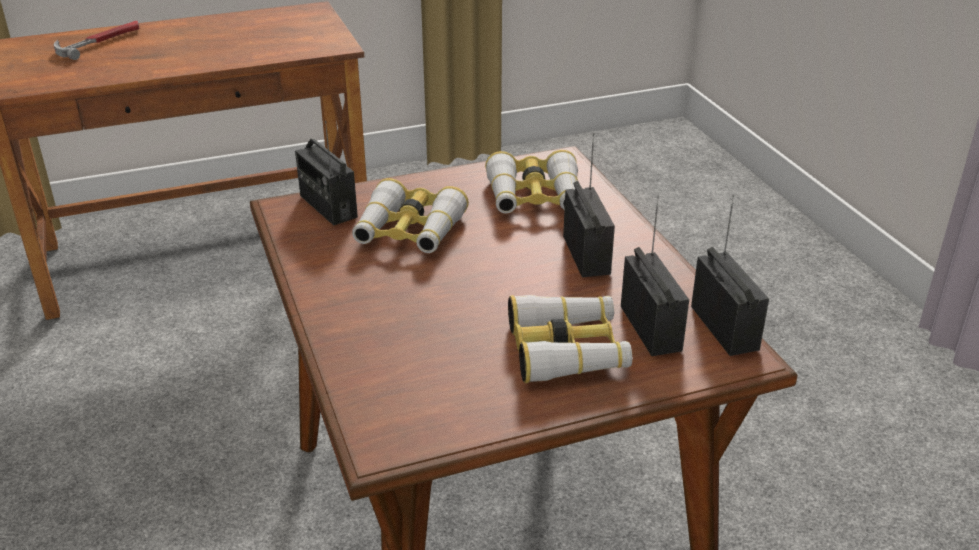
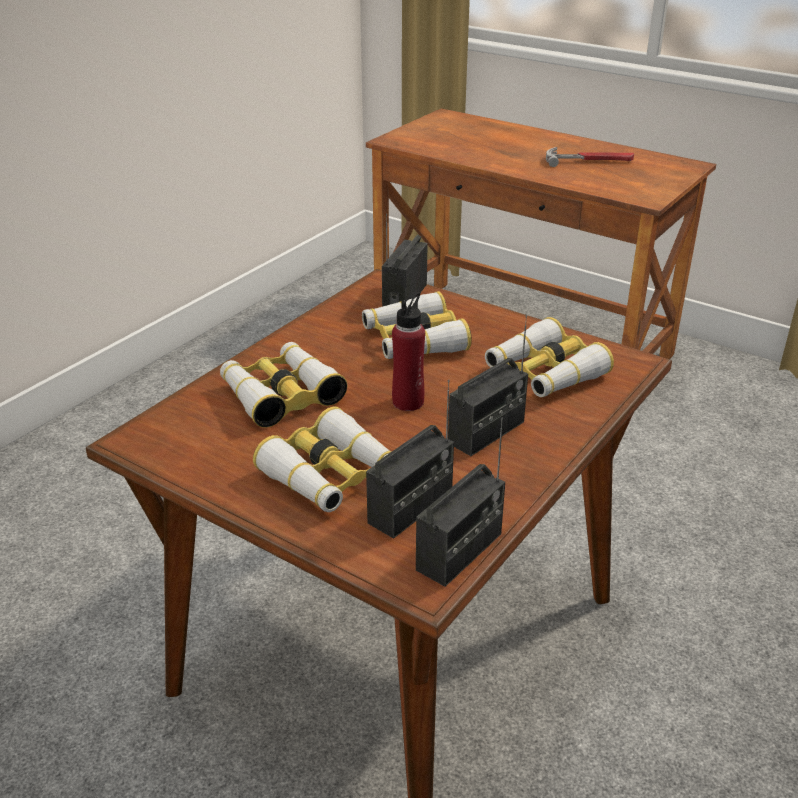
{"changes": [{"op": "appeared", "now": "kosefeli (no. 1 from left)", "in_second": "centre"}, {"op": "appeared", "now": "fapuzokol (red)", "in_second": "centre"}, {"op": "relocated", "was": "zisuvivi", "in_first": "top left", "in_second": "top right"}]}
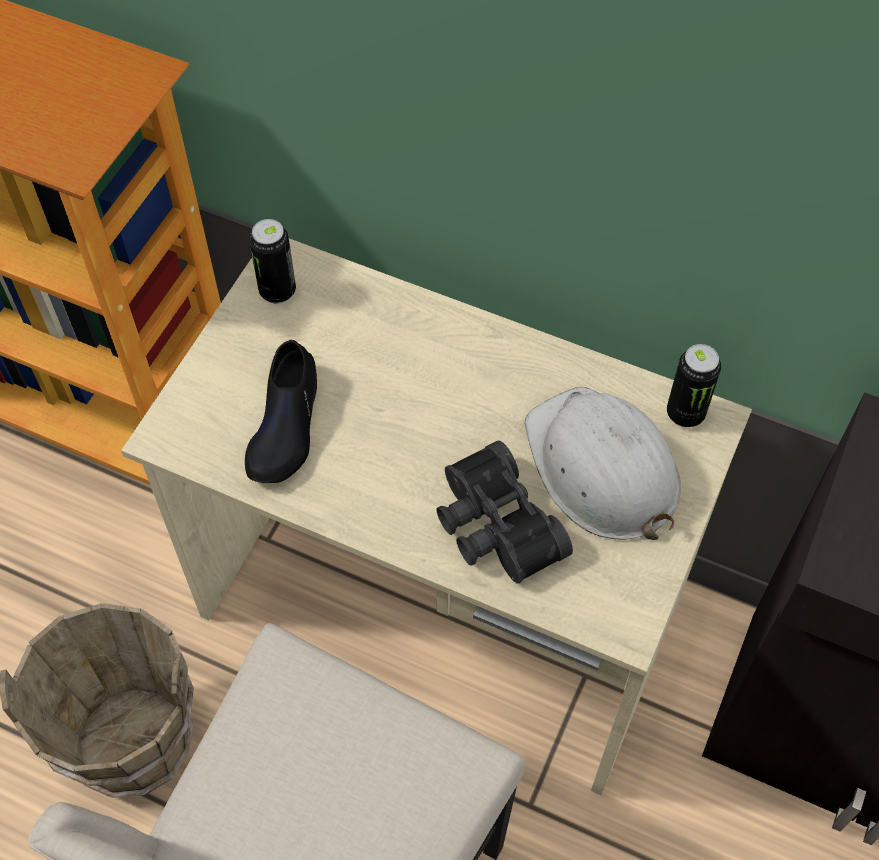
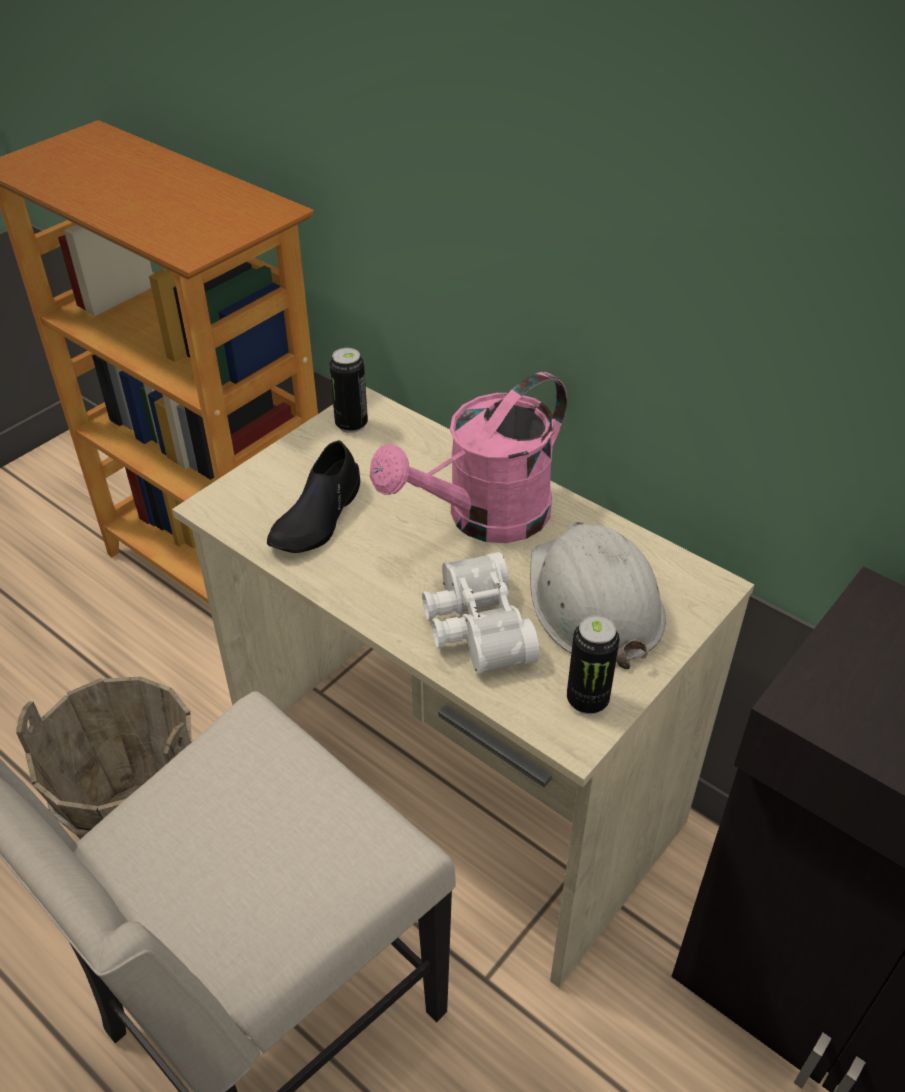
{"changes": [{"op": "appeared", "now": "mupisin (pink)", "in_second": "centre"}, {"op": "relocated", "was": "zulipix (no. 2 from left)", "in_first": "middle right", "in_second": "centre"}, {"op": "colour", "was": "kosefeli (black)", "now": "kosefeli (white)", "in_first": "centre", "in_second": "centre"}]}
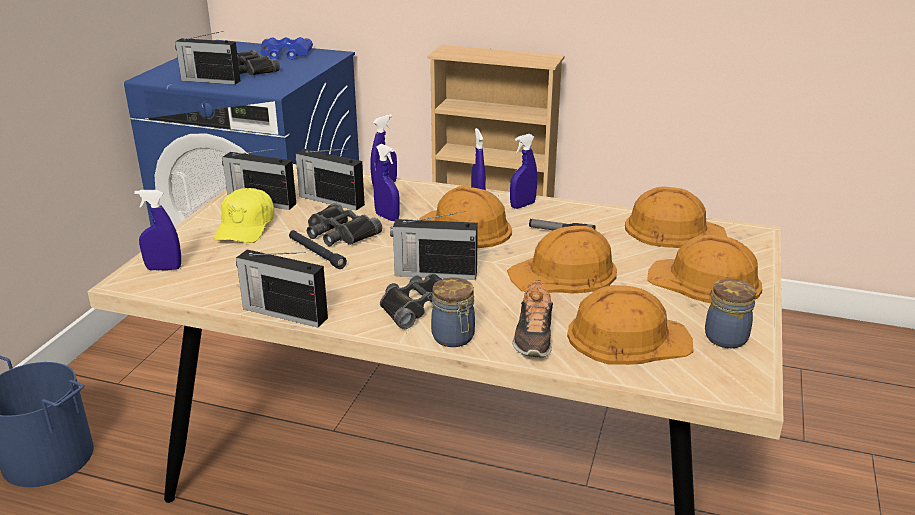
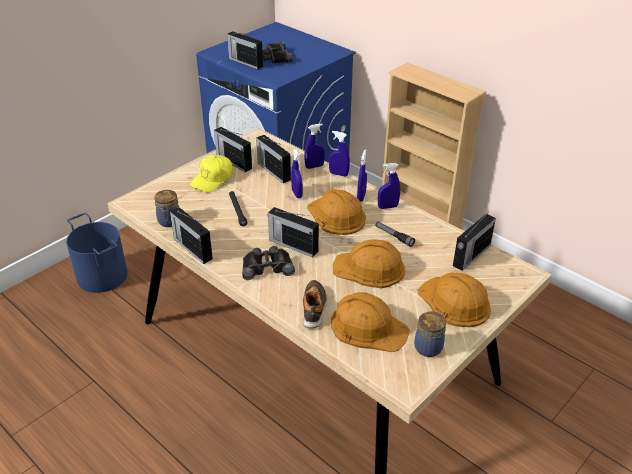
{"changes": [{"op": "missing", "was": "kosefeli (blue)", "in_first": "top left"}, {"op": "missing", "was": "kosefeli (black) (no. 2 from left)", "in_first": "centre"}, {"op": "relocated", "was": "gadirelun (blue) (no. 1 from left in the first image)", "now": "gadirelun (blue) (no. 3 from left)", "in_first": "middle left", "in_second": "top centre"}, {"op": "relocated", "was": "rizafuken (no. 1 from left)", "in_first": "centre", "in_second": "middle left"}, {"op": "exchanged", "was": "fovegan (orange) (no. 4 from left)", "now": "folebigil (no. 6 from left)", "in_first": "middle right", "in_second": "middle right"}, {"op": "spun", "was": "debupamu", "in_first": "centre", "in_second": "centre", "clockwise": 150}]}
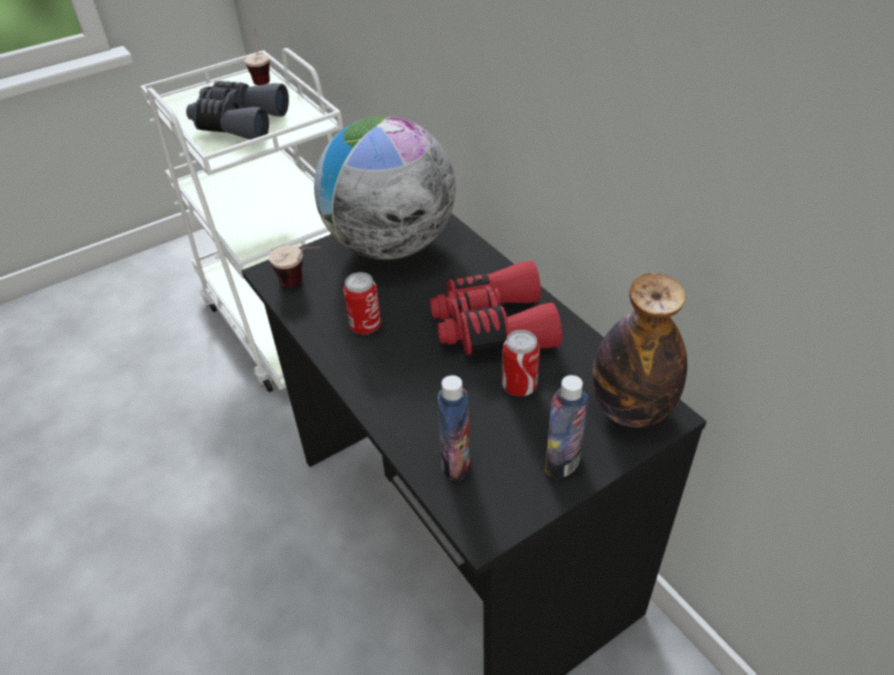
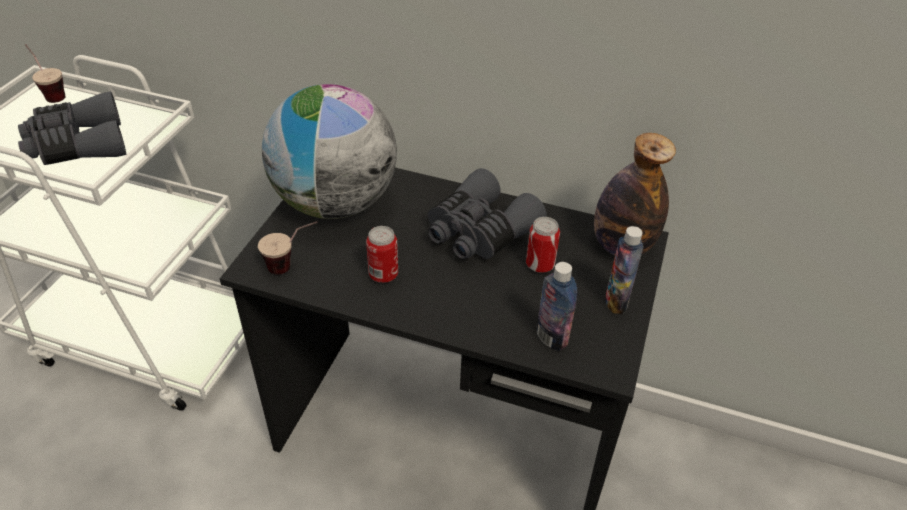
{"changes": [{"op": "colour", "was": "kosefeli (red)", "now": "kosefeli (grey) (no. 2 from left)", "in_first": "centre", "in_second": "centre"}]}
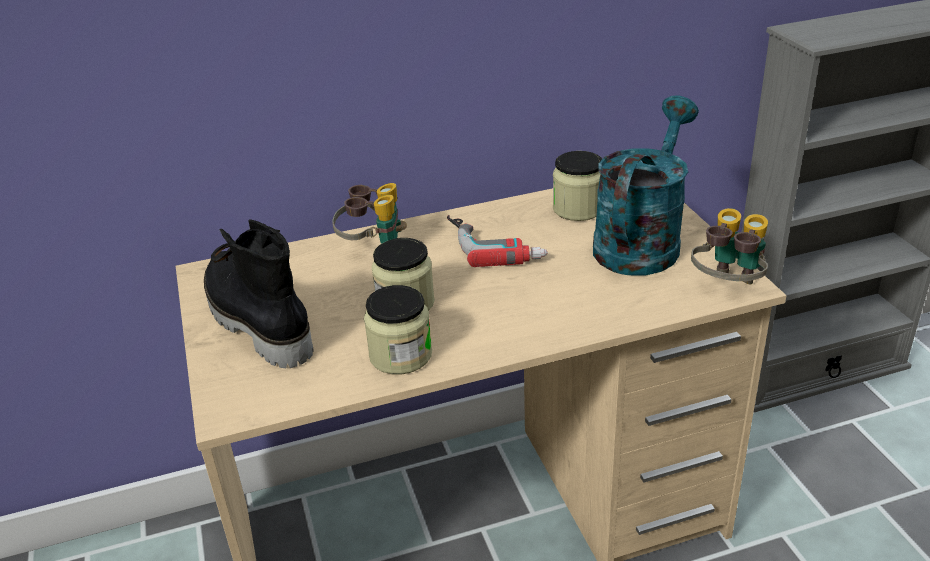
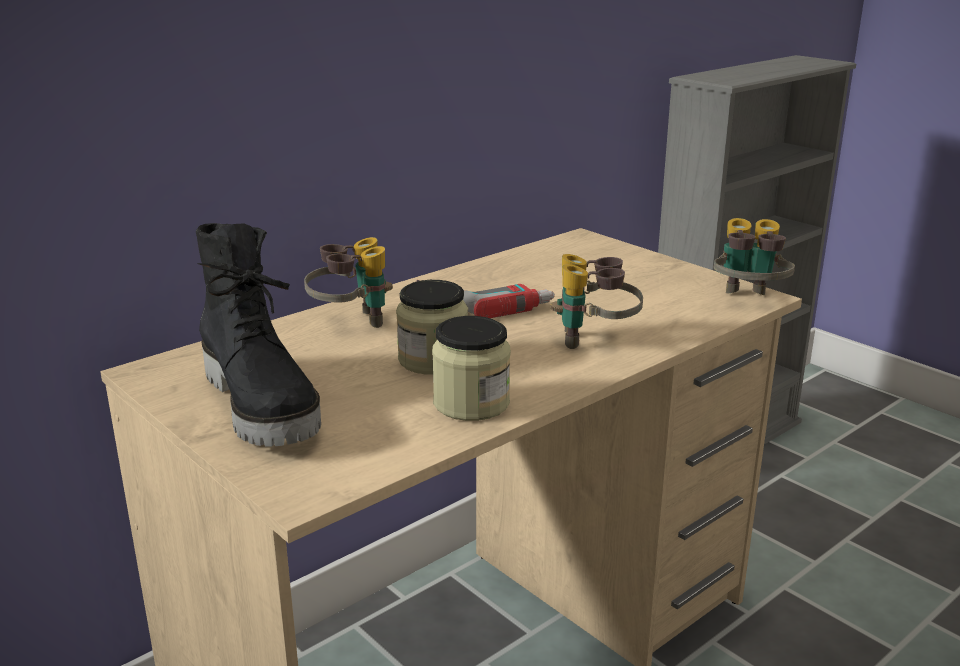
{"changes": [{"op": "missing", "was": "rizafuken (no. 3 from left)", "in_first": "top centre"}, {"op": "missing", "was": "mupisin (turquoise)", "in_first": "top right"}, {"op": "appeared", "now": "kosefeli (no. 2 from left)", "in_second": "centre"}, {"op": "spun", "was": "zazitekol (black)", "in_first": "middle left", "in_second": "middle left", "clockwise": -150}]}
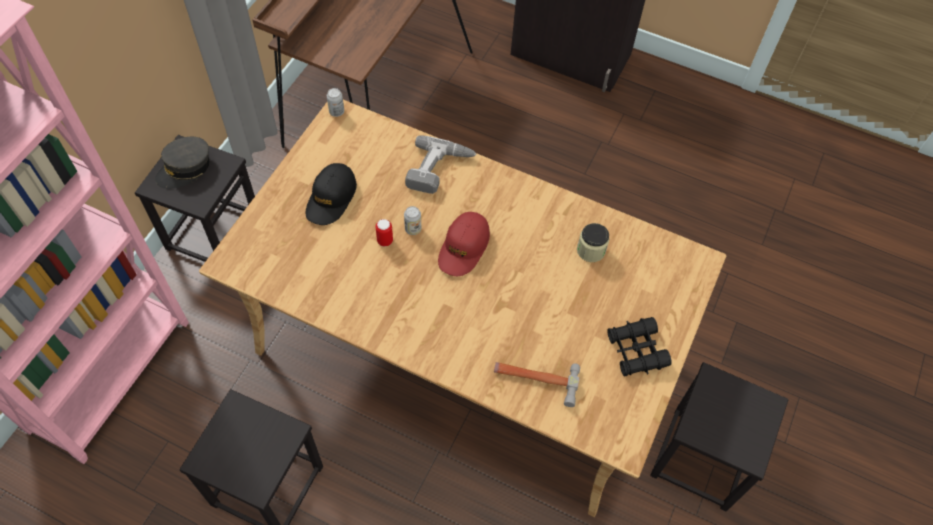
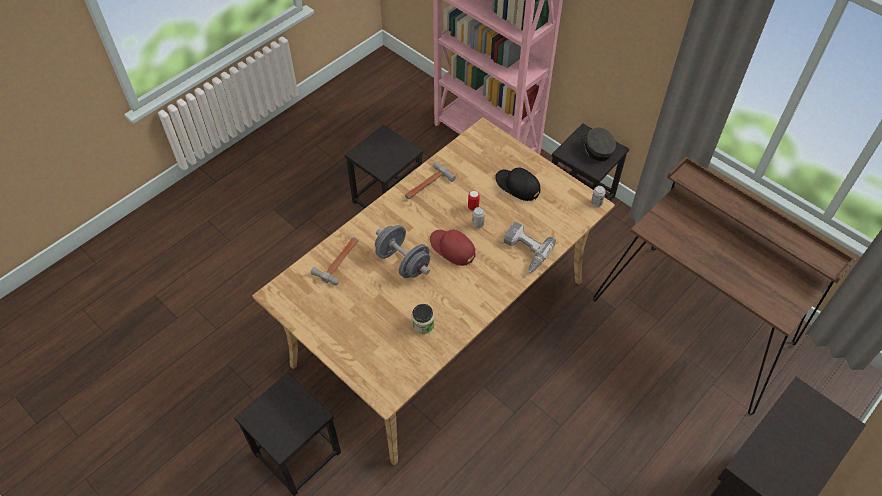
{"changes": [{"op": "missing", "was": "kosefeli (black)", "in_first": "middle right"}, {"op": "appeared", "now": "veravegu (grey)", "in_second": "centre"}, {"op": "appeared", "now": "zisuvivi (no. 2 from left)", "in_second": "centre"}]}
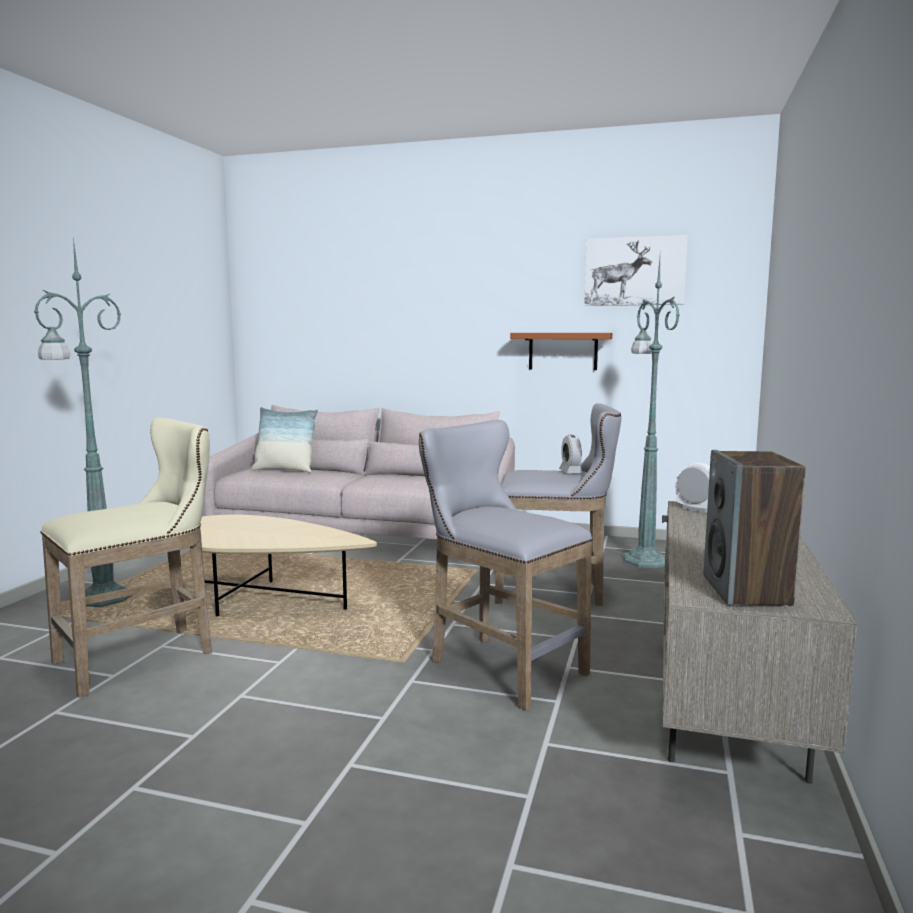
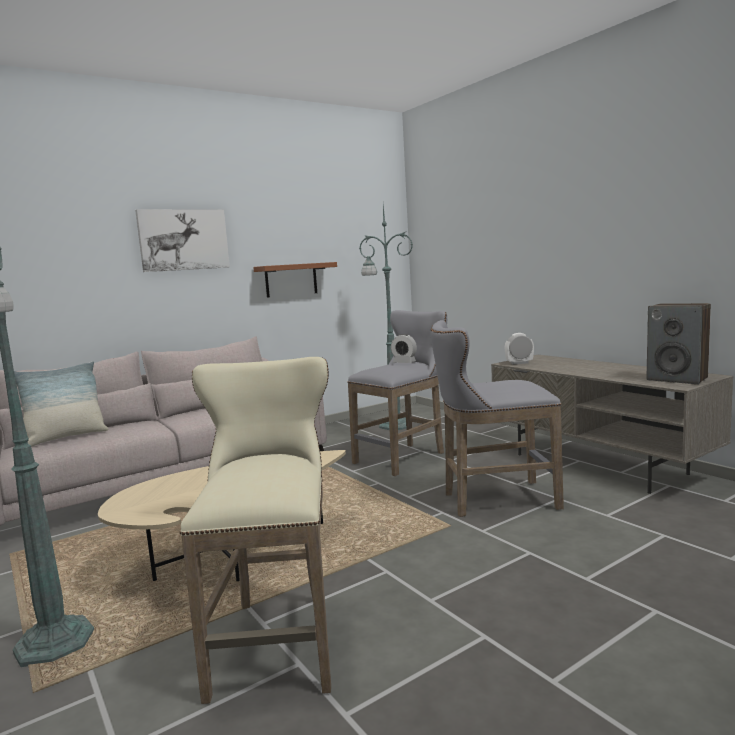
{"changes": [{"op": "relocated", "was": "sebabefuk", "in_first": "top right", "in_second": "top left"}]}
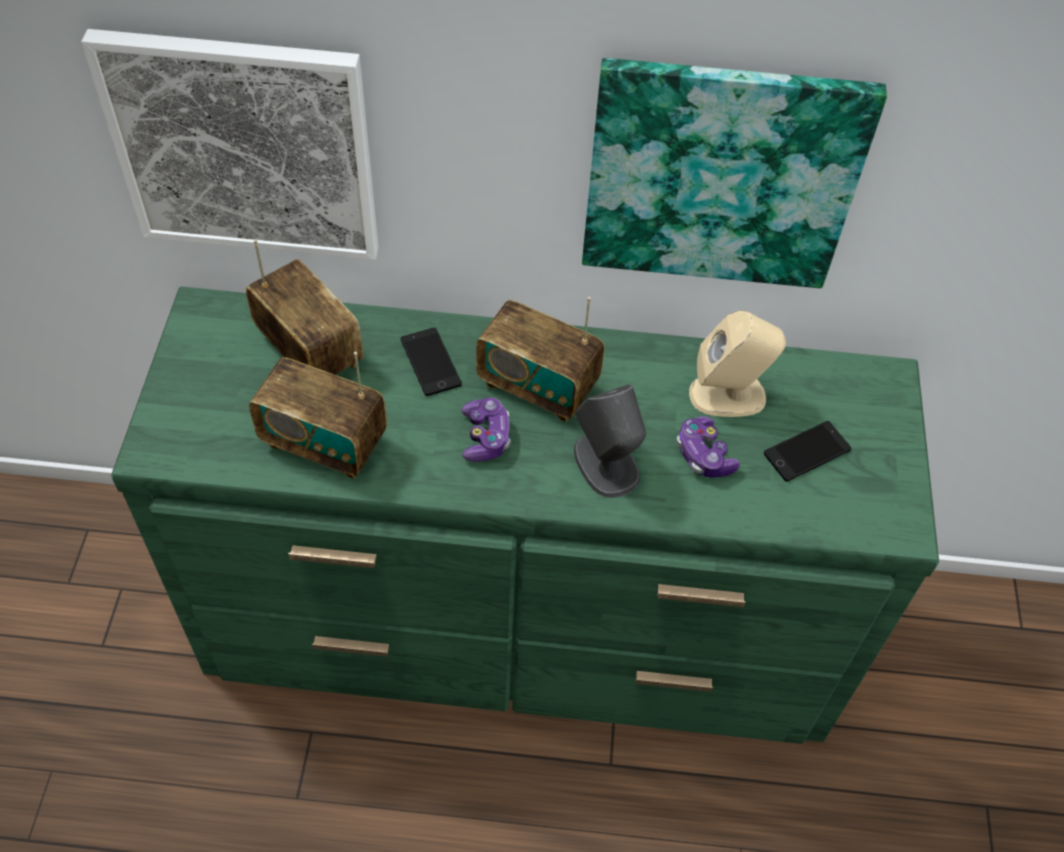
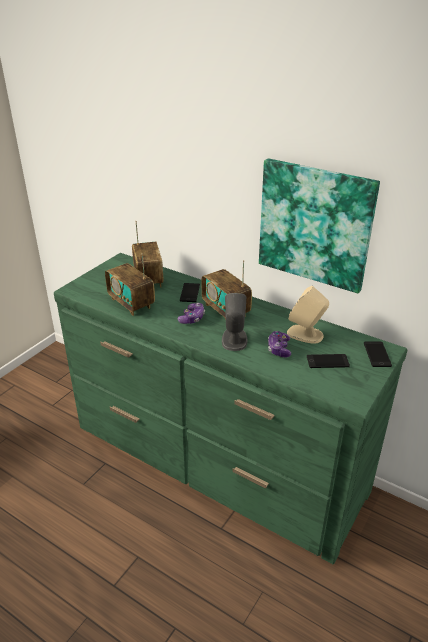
{"changes": [{"op": "missing", "was": "sebabefuk (no. 1 from left)", "in_first": "top left"}, {"op": "appeared", "now": "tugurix (no. 3 from left)", "in_second": "middle right"}]}
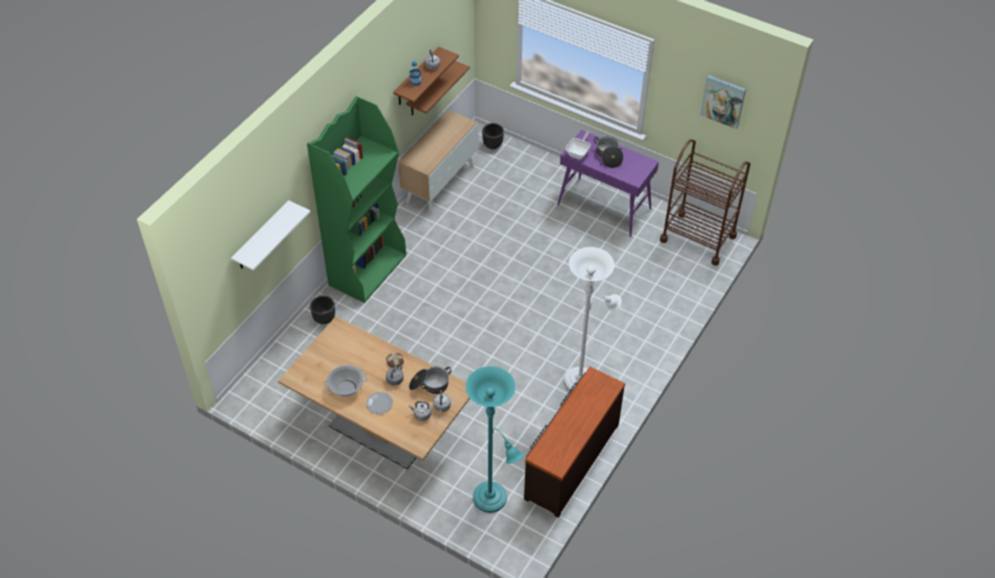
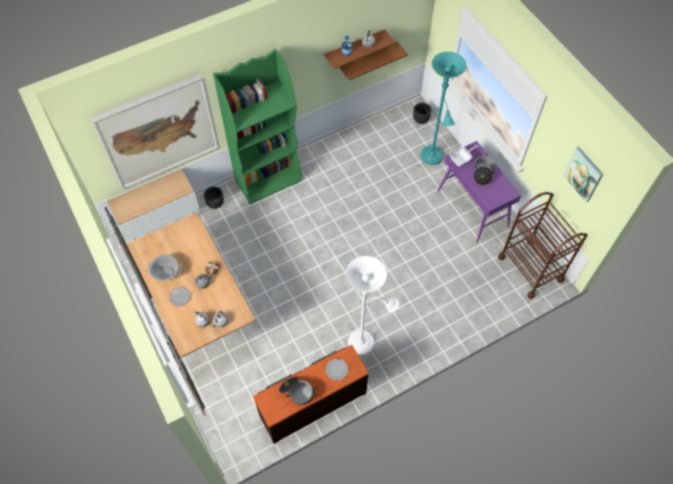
{"changes": [{"op": "appeared", "now": "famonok (no. 2 from left)", "in_second": "bottom centre"}, {"op": "relocated", "was": "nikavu", "in_first": "top centre", "in_second": "middle left"}, {"op": "relocated", "was": "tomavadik (no. 2 from left)", "in_first": "centre", "in_second": "bottom centre"}, {"op": "relocated", "was": "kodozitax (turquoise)", "in_first": "bottom centre", "in_second": "top centre"}, {"op": "exchanged", "was": "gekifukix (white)", "now": "sebabefuk (no. 1 from left)", "in_first": "middle left", "in_second": "top left"}]}
